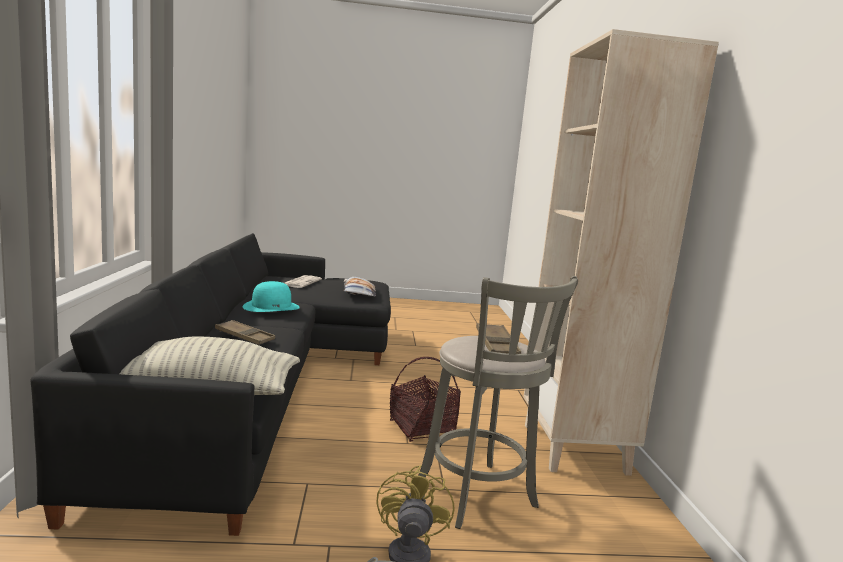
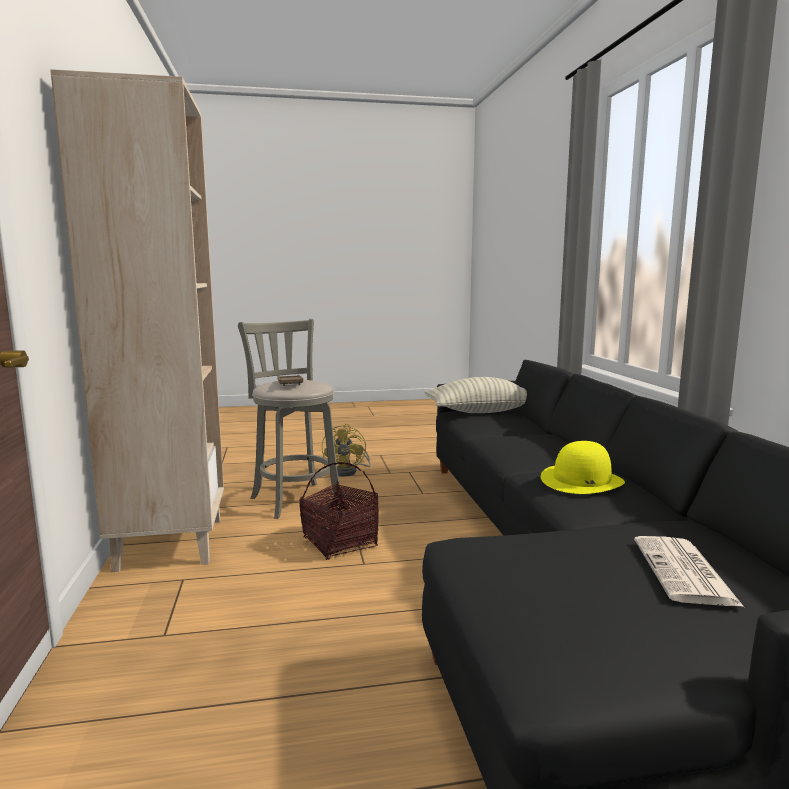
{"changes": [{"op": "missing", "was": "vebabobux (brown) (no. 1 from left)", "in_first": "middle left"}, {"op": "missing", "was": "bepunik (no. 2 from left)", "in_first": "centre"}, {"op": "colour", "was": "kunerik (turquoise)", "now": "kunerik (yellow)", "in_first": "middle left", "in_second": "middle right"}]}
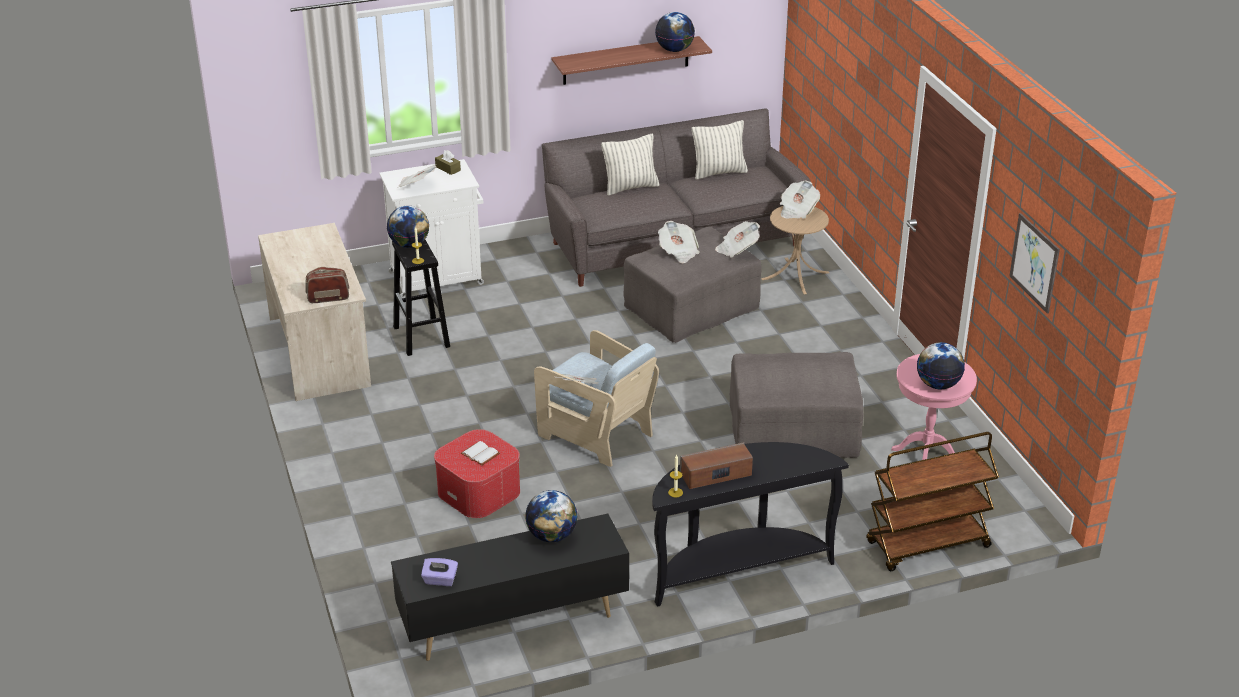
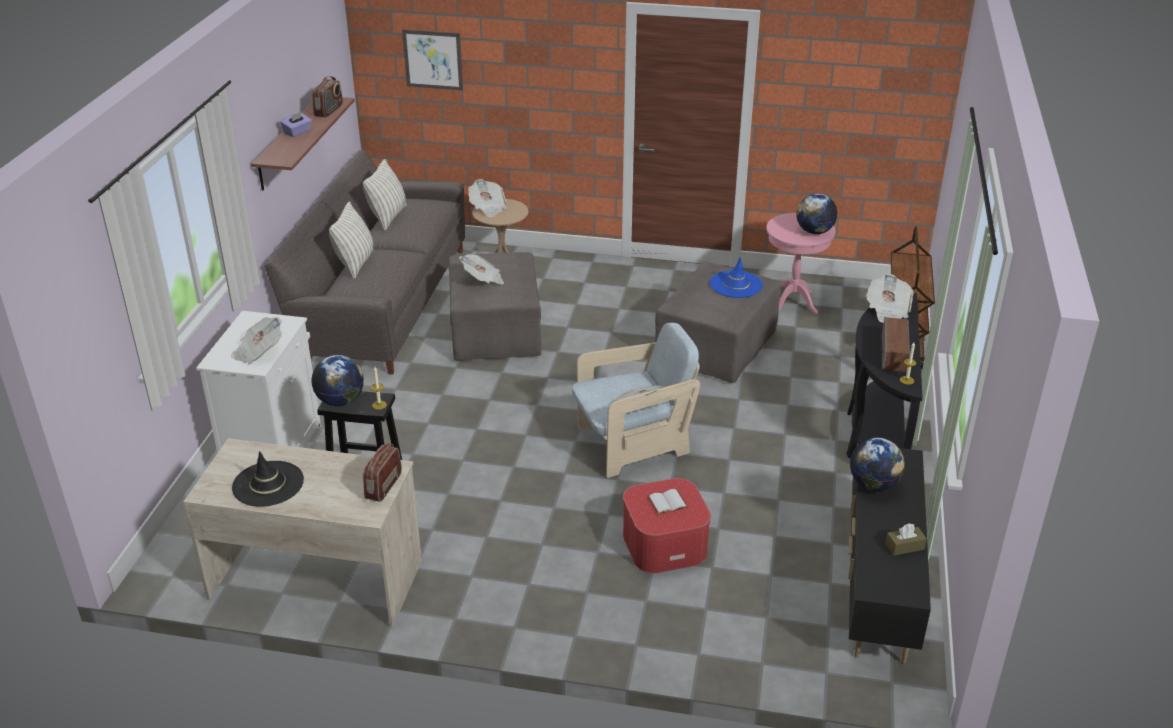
{"changes": [{"op": "appeared", "now": "kunerik (black)", "in_second": "middle left"}, {"op": "appeared", "now": "kunerik (blue)", "in_second": "centre"}, {"op": "relocated", "was": "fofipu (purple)", "in_first": "bottom centre", "in_second": "top left"}, {"op": "relocated", "was": "fofipu (brown)", "in_first": "top centre", "in_second": "bottom right"}, {"op": "relocated", "was": "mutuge (no. 4 from left in the first image)", "now": "mutuge (no. 5 from left)", "in_first": "centre", "in_second": "middle right"}, {"op": "relocated", "was": "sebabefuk", "in_first": "middle right", "in_second": "top centre"}, {"op": "exchanged", "was": "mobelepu (no. 3 from left)", "now": "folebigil (no. 1 from left)", "in_first": "top centre", "in_second": "top left"}]}
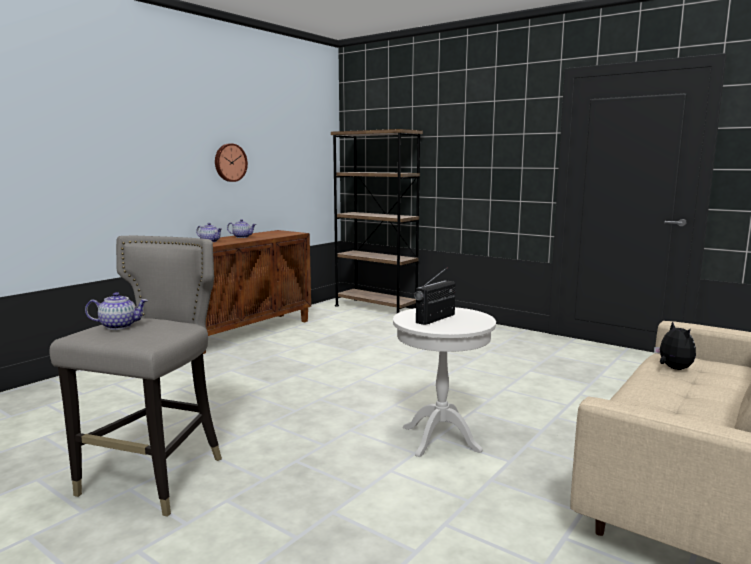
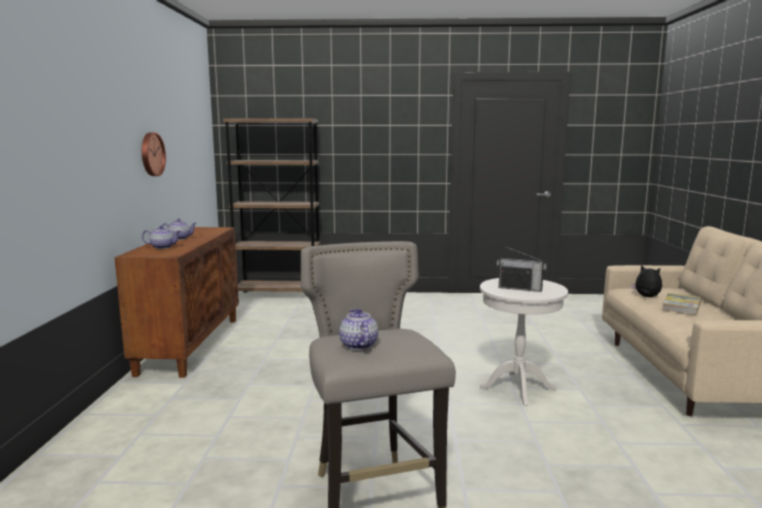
{"changes": [{"op": "appeared", "now": "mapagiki", "in_second": "middle right"}, {"op": "spun", "was": "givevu (no. 1 from left in the first image)", "in_first": "middle left", "in_second": "centre", "clockwise": -60}, {"op": "spun", "was": "folebigil", "in_first": "centre", "in_second": "middle right", "clockwise": -75}]}
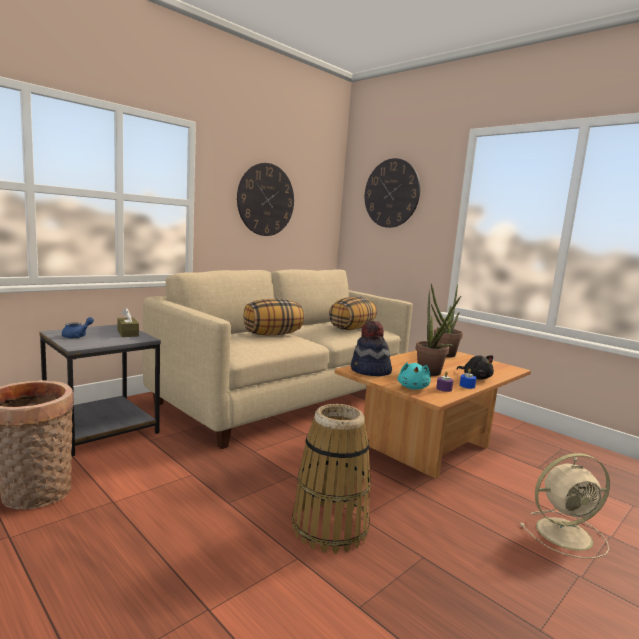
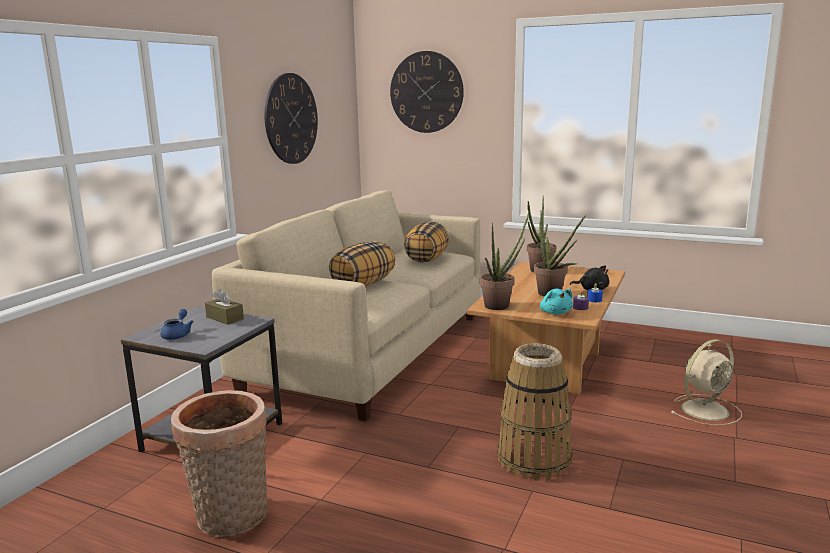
{"changes": [{"op": "exchanged", "was": "kunerik", "now": "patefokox (no. 1 from left)", "in_first": "centre", "in_second": "centre"}]}
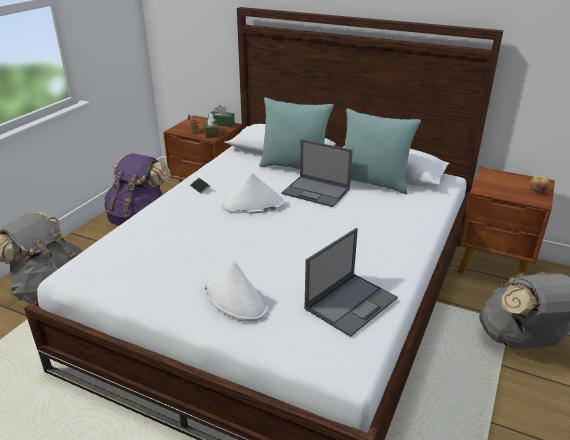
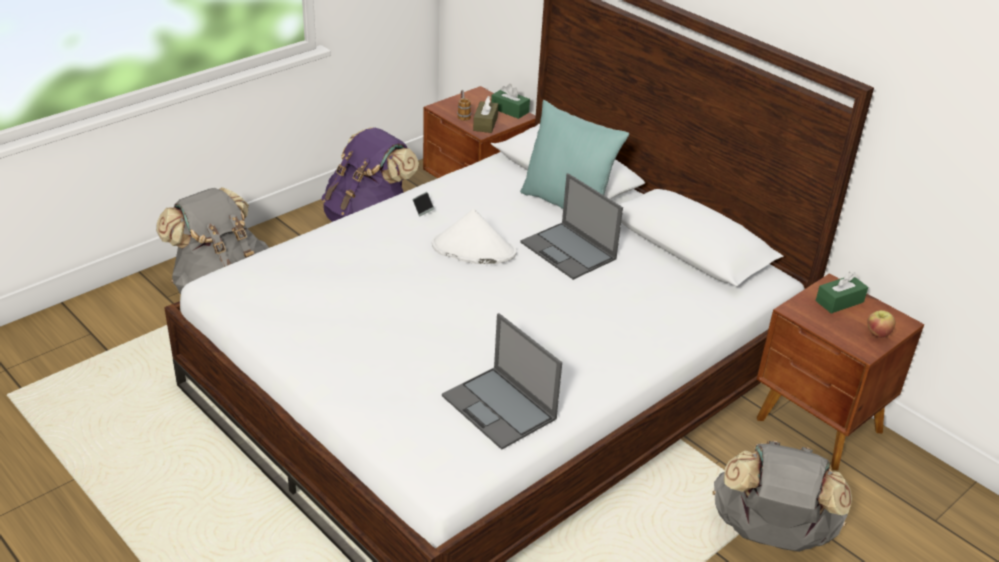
{"changes": [{"op": "missing", "was": "kunerik (white) (no. 1 from left)", "in_first": "centre"}, {"op": "missing", "was": "bepunik (turquoise) (no. 2 from left)", "in_first": "middle right"}, {"op": "appeared", "now": "fofipu (green) (no. 2 from left)", "in_second": "middle right"}, {"op": "spun", "was": "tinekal (no. 2 from left in the first image)", "in_first": "centre", "in_second": "bottom centre", "clockwise": 75}]}
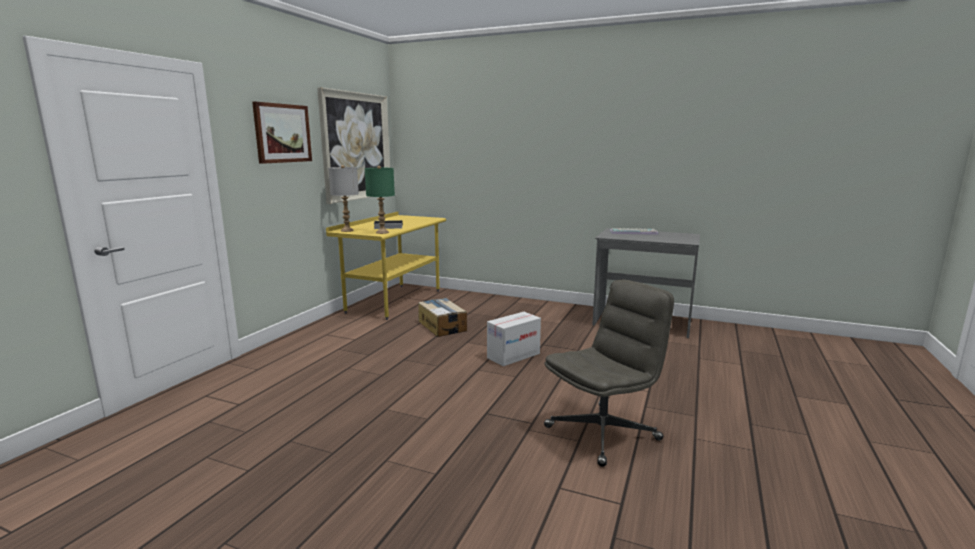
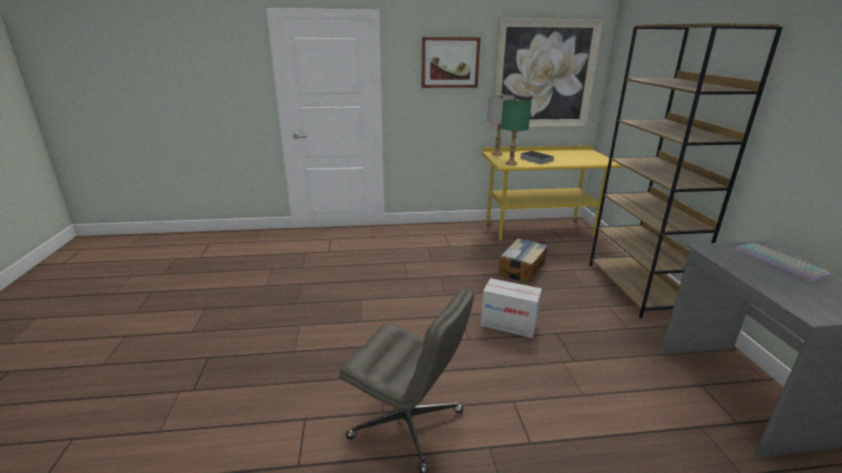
{"changes": [{"op": "appeared", "now": "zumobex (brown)", "in_second": "middle right"}]}
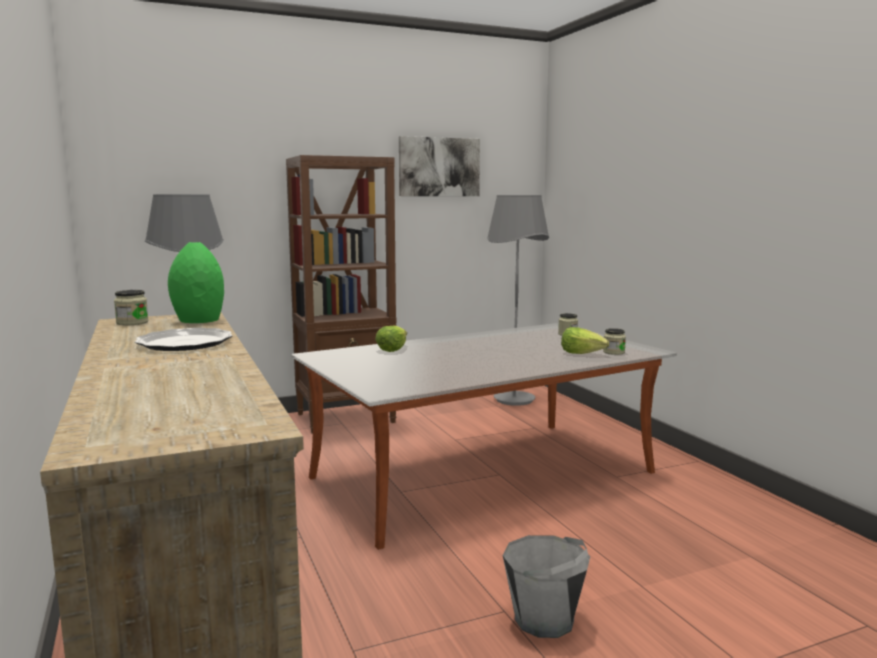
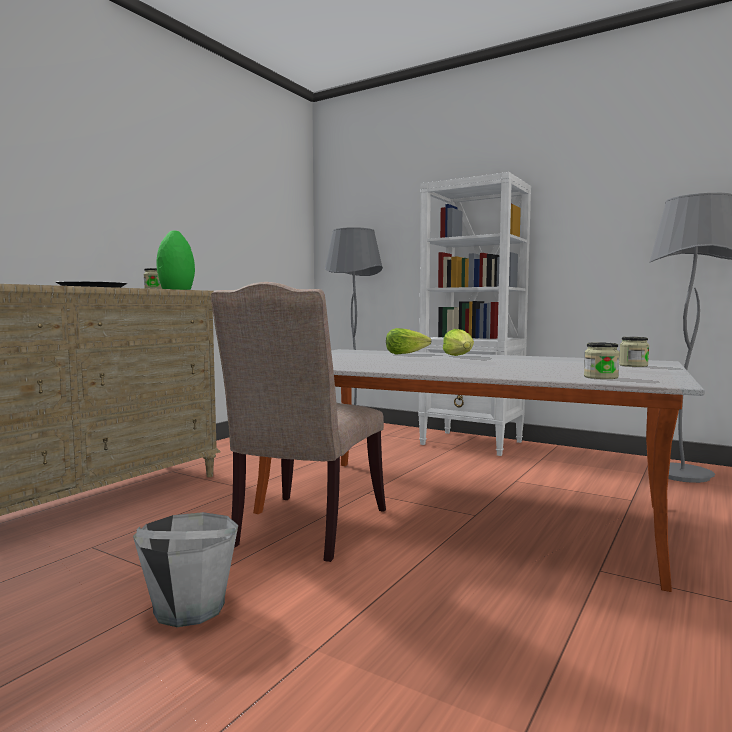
{"changes": [{"op": "missing", "was": "sebabefuk", "in_first": "top centre"}, {"op": "appeared", "now": "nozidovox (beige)", "in_second": "centre"}, {"op": "relocated", "was": "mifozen (no. 2 from left)", "in_first": "middle right", "in_second": "centre"}, {"op": "colour", "was": "zumobex (brown)", "now": "zumobex (white)", "in_first": "centre", "in_second": "centre"}]}
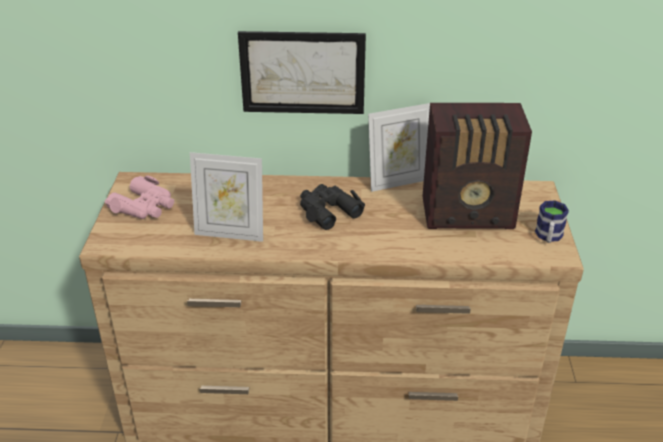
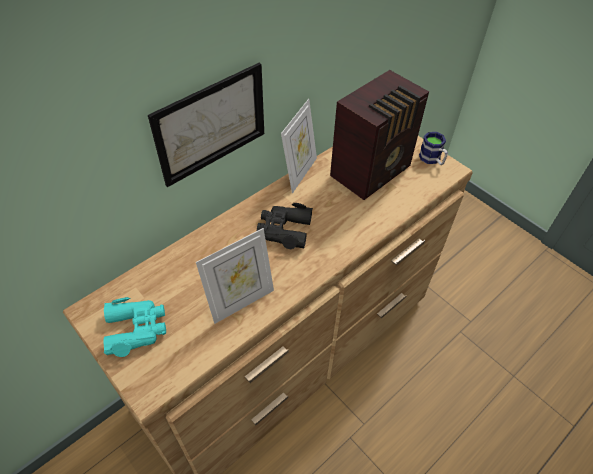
{"changes": [{"op": "colour", "was": "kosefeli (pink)", "now": "kosefeli (turquoise)", "in_first": "middle left", "in_second": "bottom left"}]}
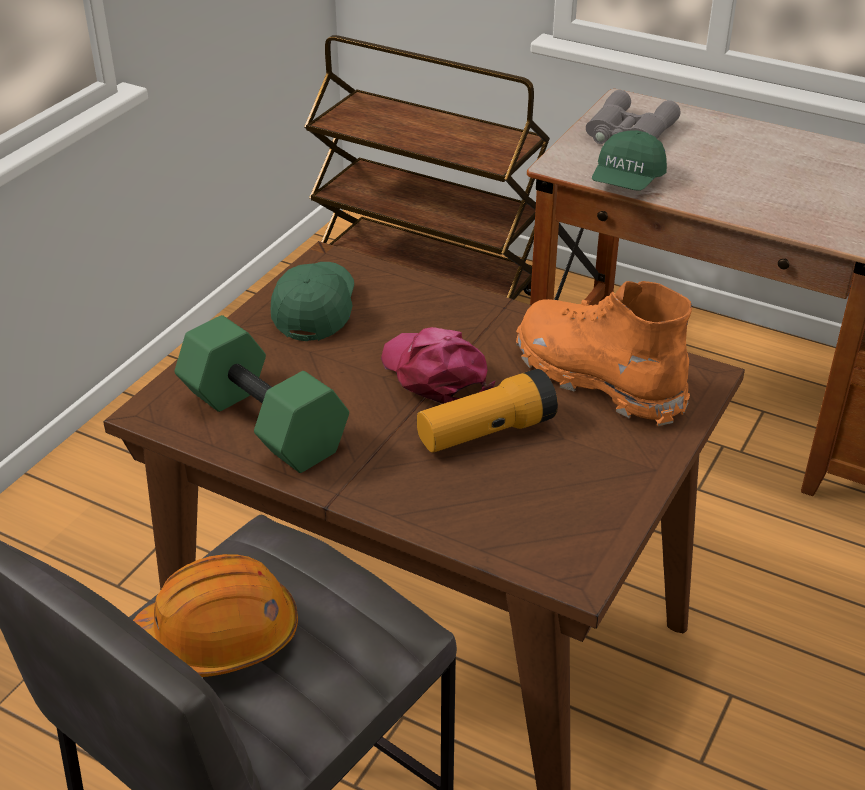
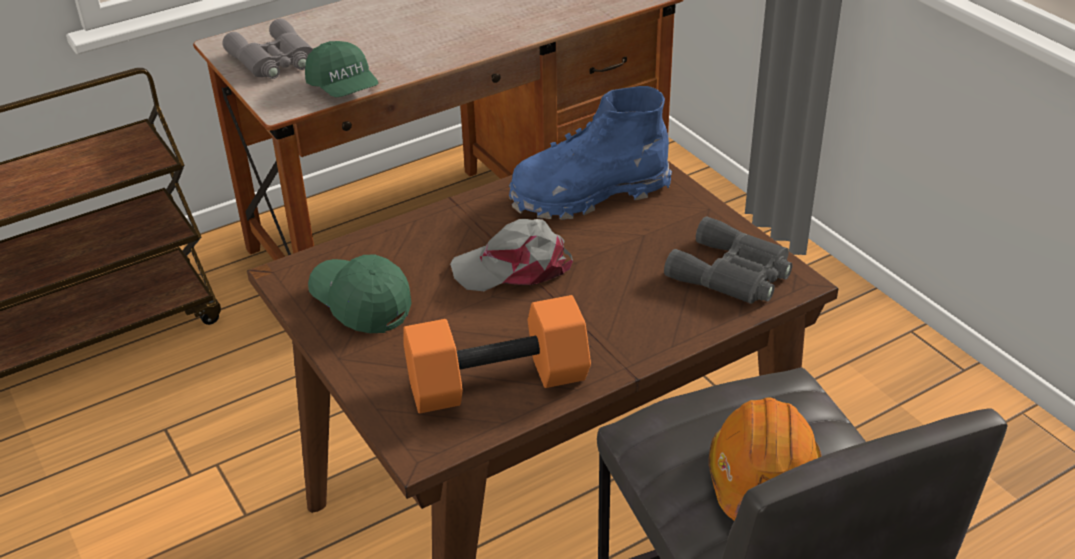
{"changes": [{"op": "missing", "was": "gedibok", "in_first": "centre"}, {"op": "appeared", "now": "kosefeli (grey) (no. 2 from left)", "in_second": "middle right"}, {"op": "colour", "was": "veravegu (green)", "now": "veravegu (orange)", "in_first": "middle left", "in_second": "centre"}, {"op": "colour", "was": "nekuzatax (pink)", "now": "nekuzatax (grey)", "in_first": "centre", "in_second": "centre"}, {"op": "colour", "was": "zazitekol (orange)", "now": "zazitekol (blue)", "in_first": "middle right", "in_second": "top centre"}]}
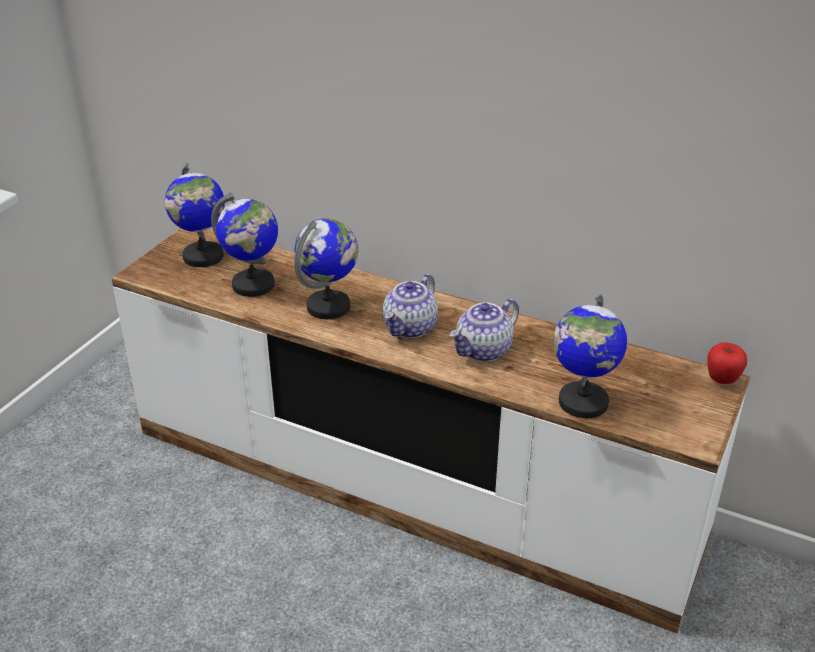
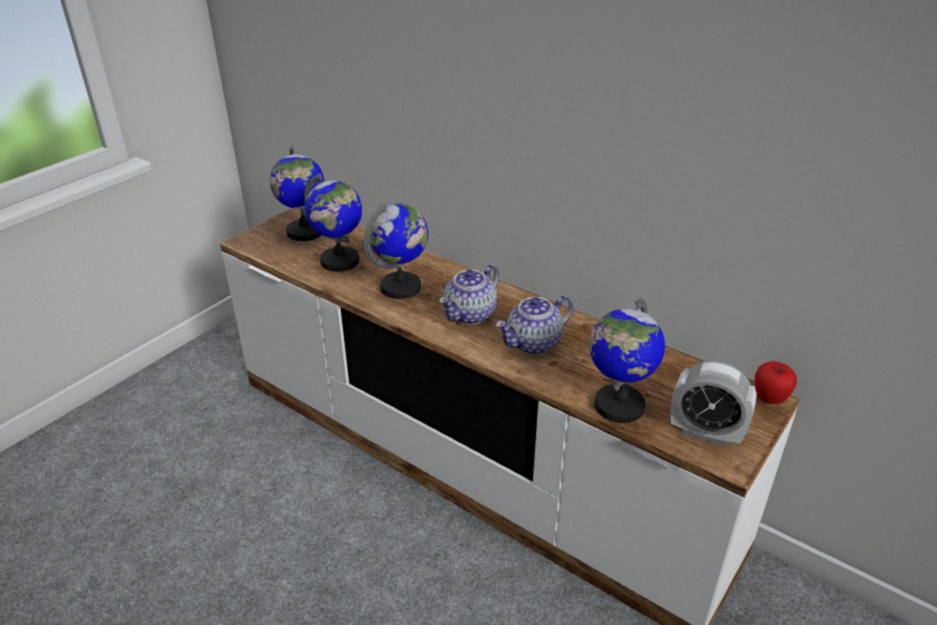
{"changes": [{"op": "appeared", "now": "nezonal", "in_second": "middle right"}]}
